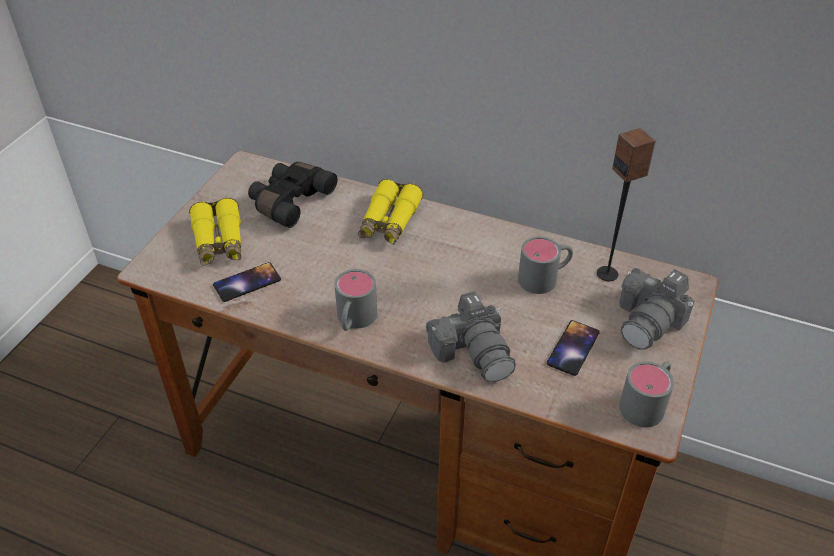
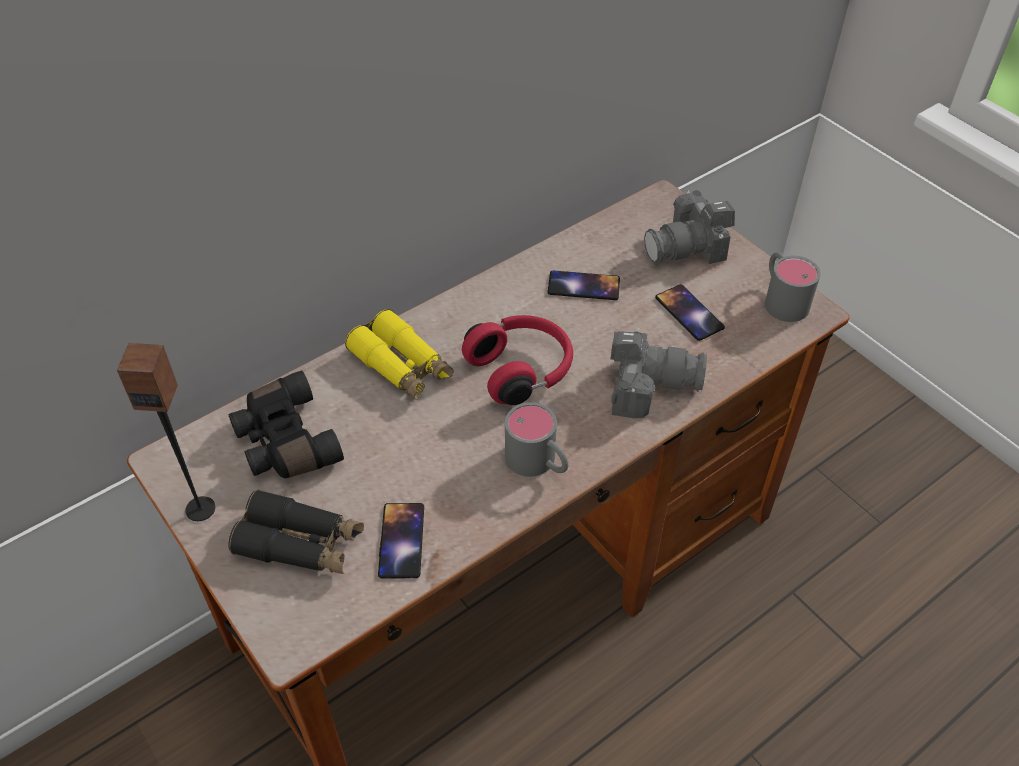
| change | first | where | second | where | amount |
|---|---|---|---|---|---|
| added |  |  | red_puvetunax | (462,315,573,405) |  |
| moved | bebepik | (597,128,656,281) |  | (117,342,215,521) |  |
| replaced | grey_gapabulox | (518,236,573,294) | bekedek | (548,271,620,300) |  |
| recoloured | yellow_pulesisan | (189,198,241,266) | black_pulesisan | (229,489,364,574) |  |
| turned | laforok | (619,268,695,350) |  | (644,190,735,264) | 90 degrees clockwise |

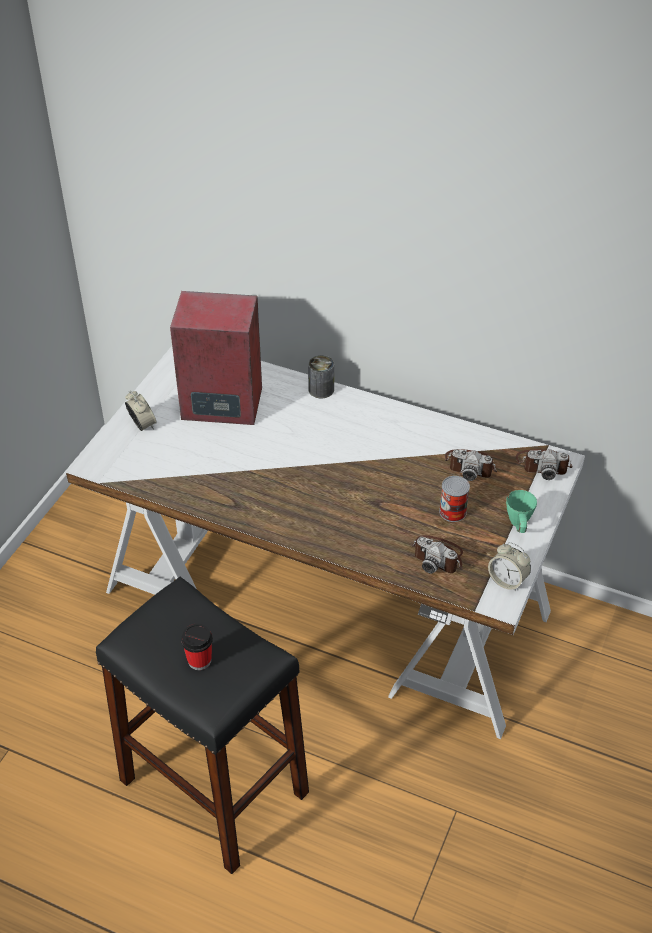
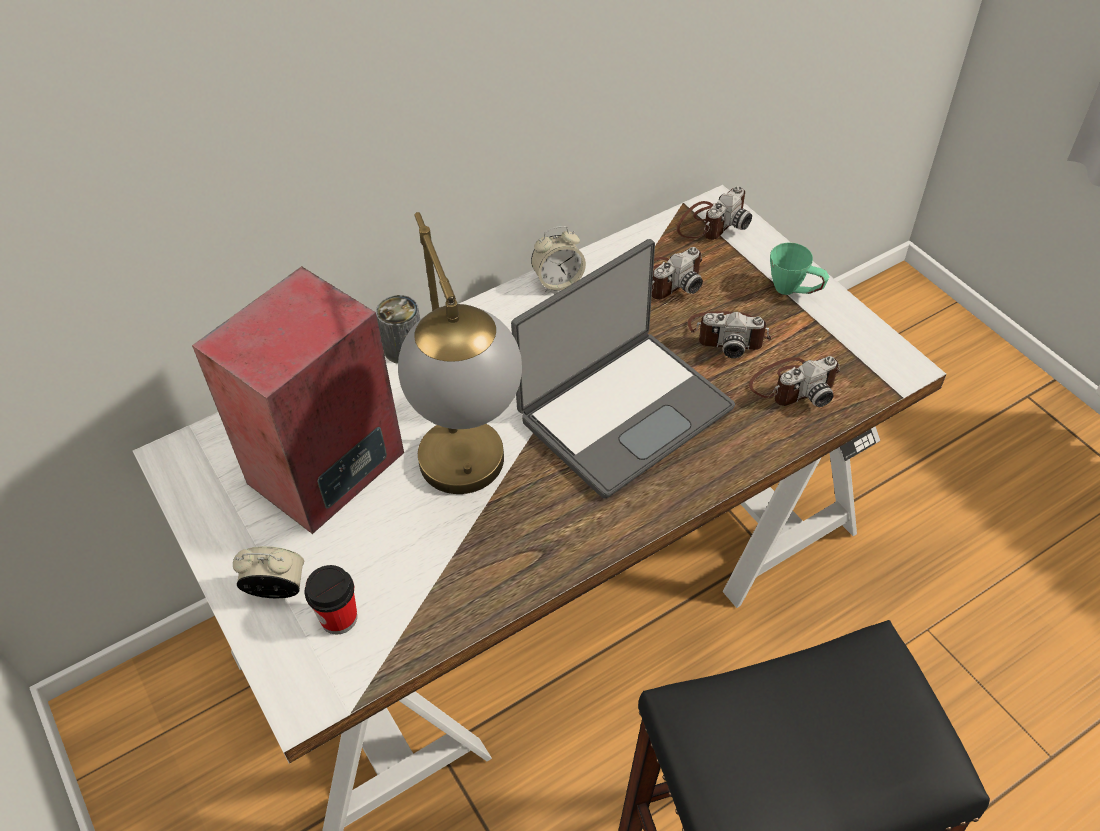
| change | first | where | second | where | amount |
|---|---|---|---|---|---|
| added |  |  | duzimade | (398,212,522,494) |  |
| added |  |  | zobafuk | (511,239,735,499) |  |
| moved | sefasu | (181,624,213,670) |  | (305,565,357,634) |  |
| moved | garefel | (488,542,531,592) |  | (531,226,586,292) |  |
| replaced | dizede | (439,476,470,522) | laforok | (688,311,771,358) |  |

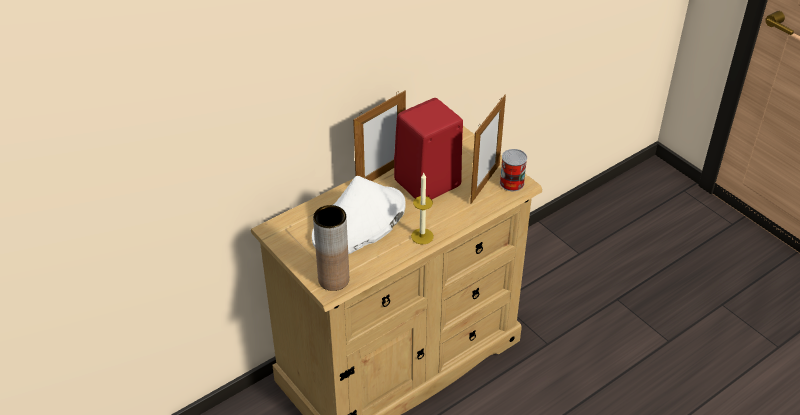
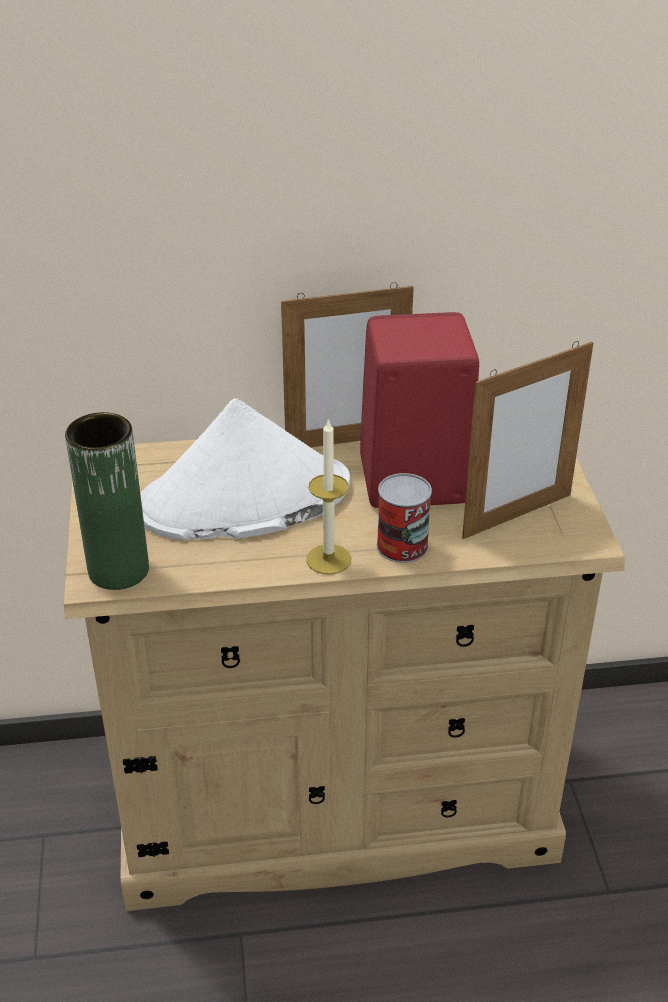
| change | first | where | second | where | amount |
|---|---|---|---|---|---|
| moved | dizede | (500,149,527,191) |  | (377,473,432,563) |  |
| recoloured | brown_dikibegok | (313,205,349,291) | green_dikibegok | (65,412,149,590) |  |

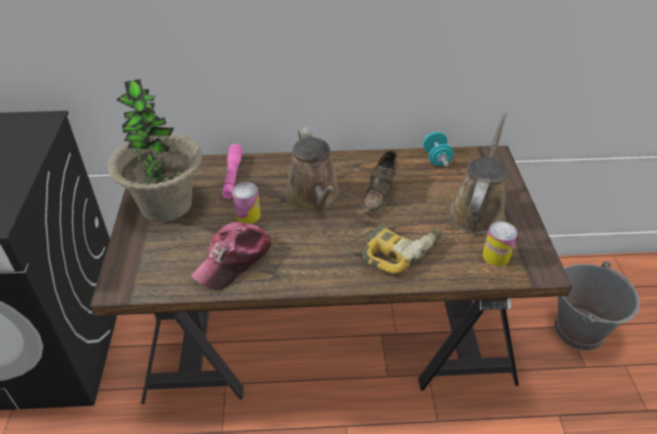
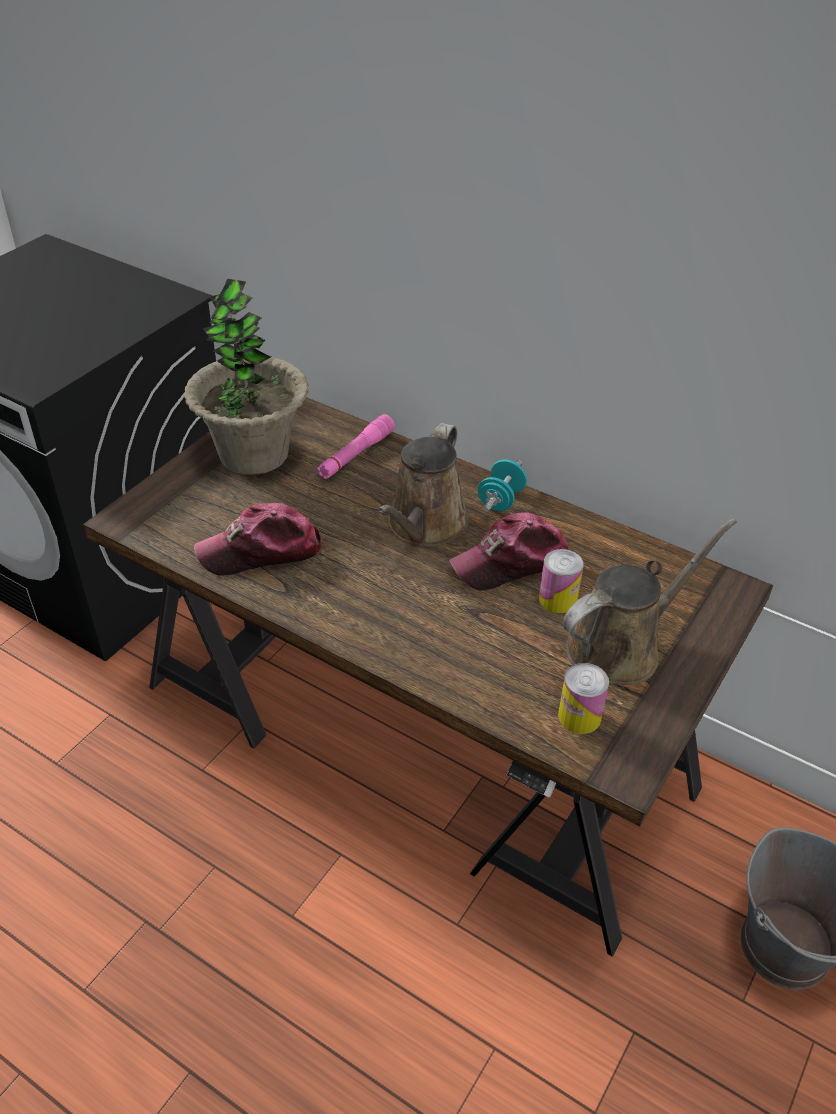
| change | first | where | second | where | amount |
|---|---|---|---|---|---|
| removed | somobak | (346,218,442,274) |  |  |  |
| moved | dizede | (232,182,261,224) |  | (539,549,584,613) |  |
| moved | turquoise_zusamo | (423,132,454,167) |  | (478,459,527,512) |  |
| replaced | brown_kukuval | (362,151,398,214) | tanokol | (449,513,569,590) |  |

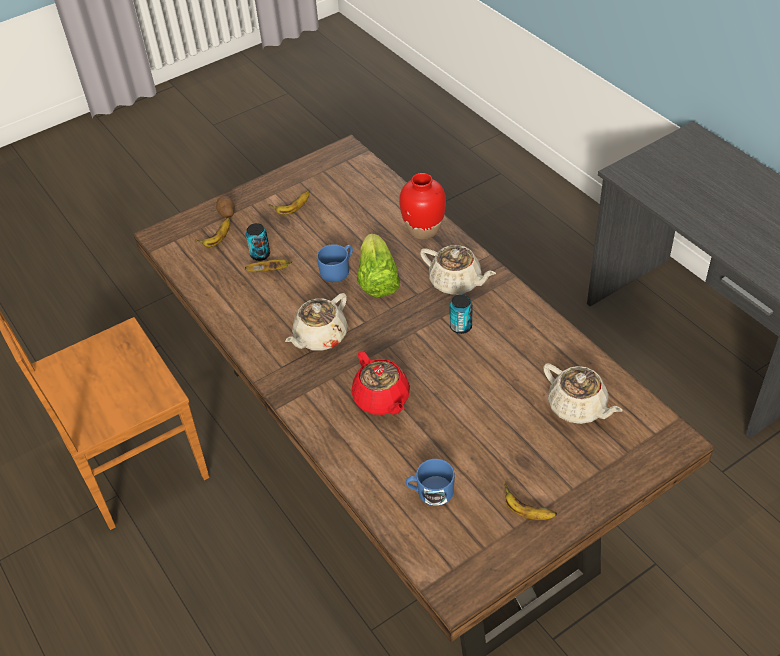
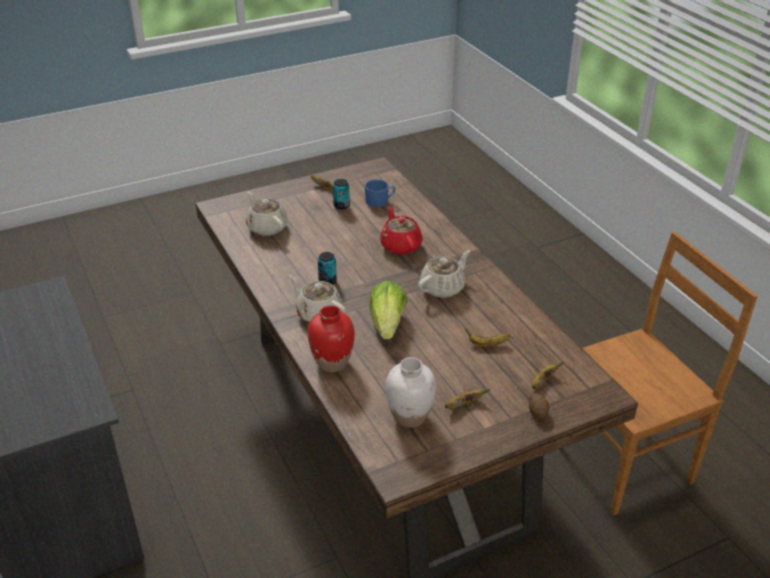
| change | first | where | second | where | amount |
|---|---|---|---|---|---|
| removed | blue_gapabulox | (317,244,353,282) |  |  |  |
| added |  |  | white_dikibegok | (386,357,436,428) |  |
| moved | dizede | (246,223,270,261) |  | (333,179,350,209) |  |

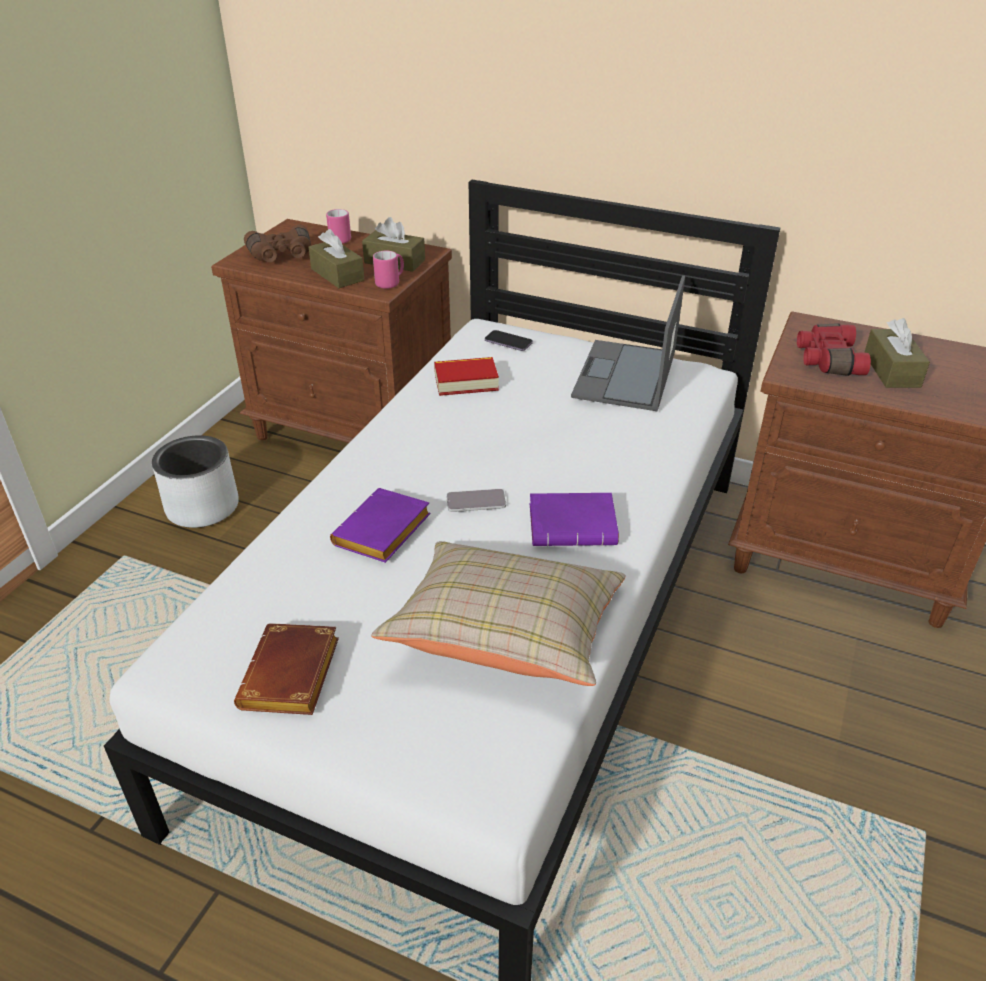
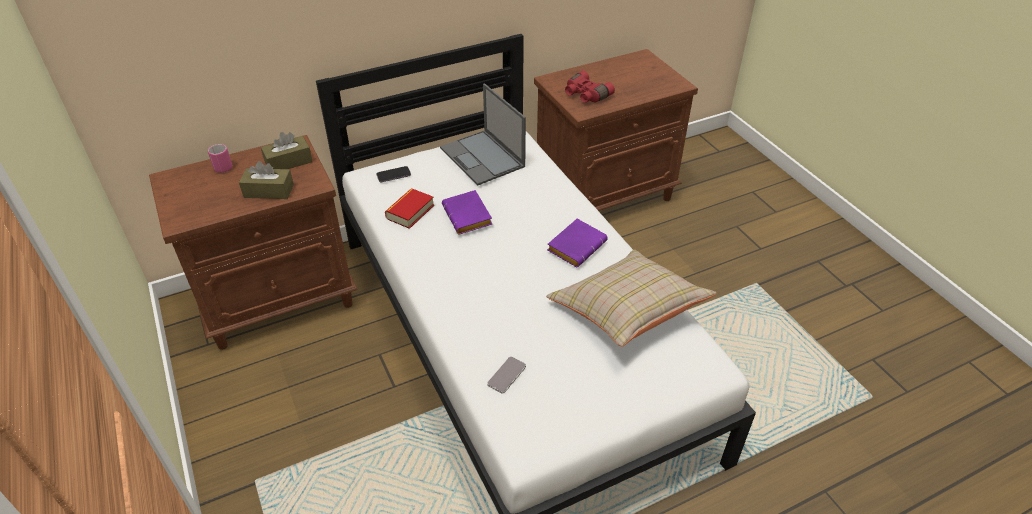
| change | first | where | second | where | amount |
|---|---|---|---|---|---|
| removed | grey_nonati | (152,435,239,528) |  |  |  |
| removed | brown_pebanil | (234,623,339,715) |  |  |  |
| removed | brown_pulesisan | (244,225,311,262) |  |  |  |
| removed | pink_gapabulox | (373,251,404,289) |  |  |  |
| removed | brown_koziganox | (864,318,930,388) |  |  |  |
| moved | purple_pebanil | (330,488,431,563) |  | (442,190,492,234) |  |
| moved | bekedek | (446,489,506,512) |  | (487,357,526,394) |  |

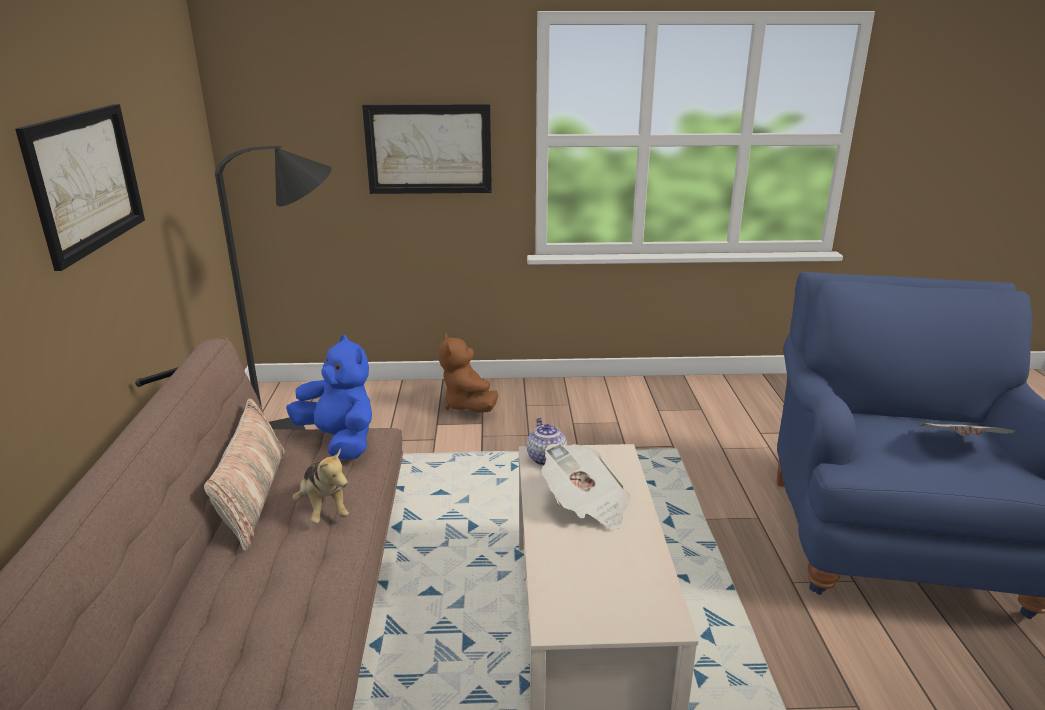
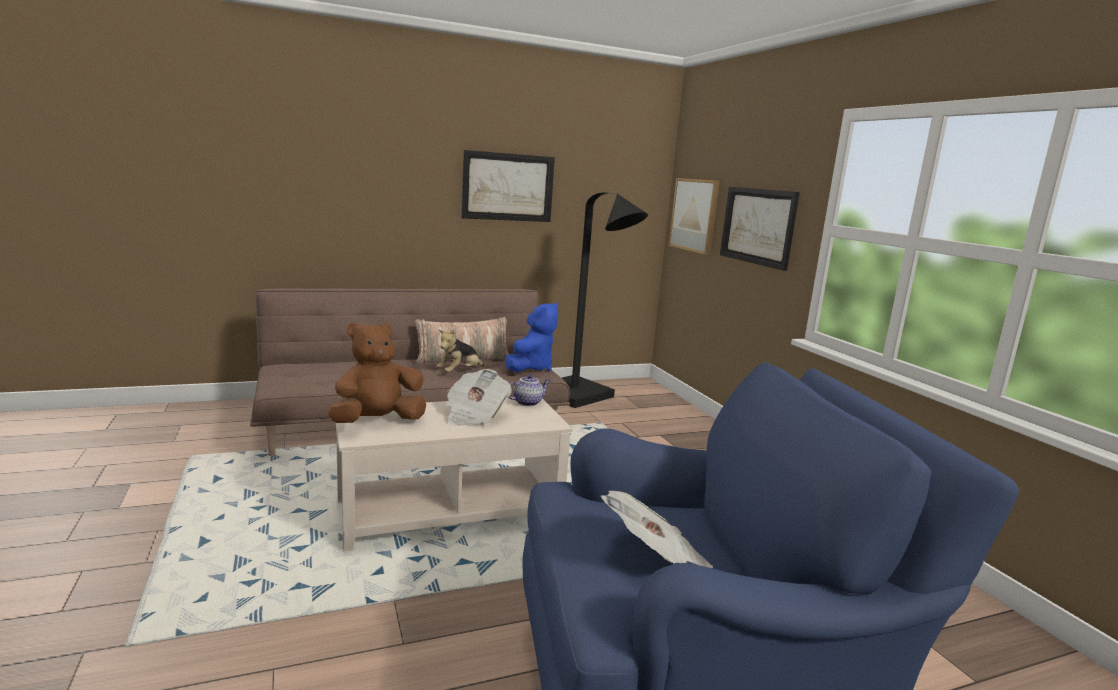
| change | first | where | second | where | amount |
|---|---|---|---|---|---|
| added |  |  | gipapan | (669,178,720,255) |  |
| moved | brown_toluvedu | (439,334,498,413) |  | (328,322,426,423) |  |

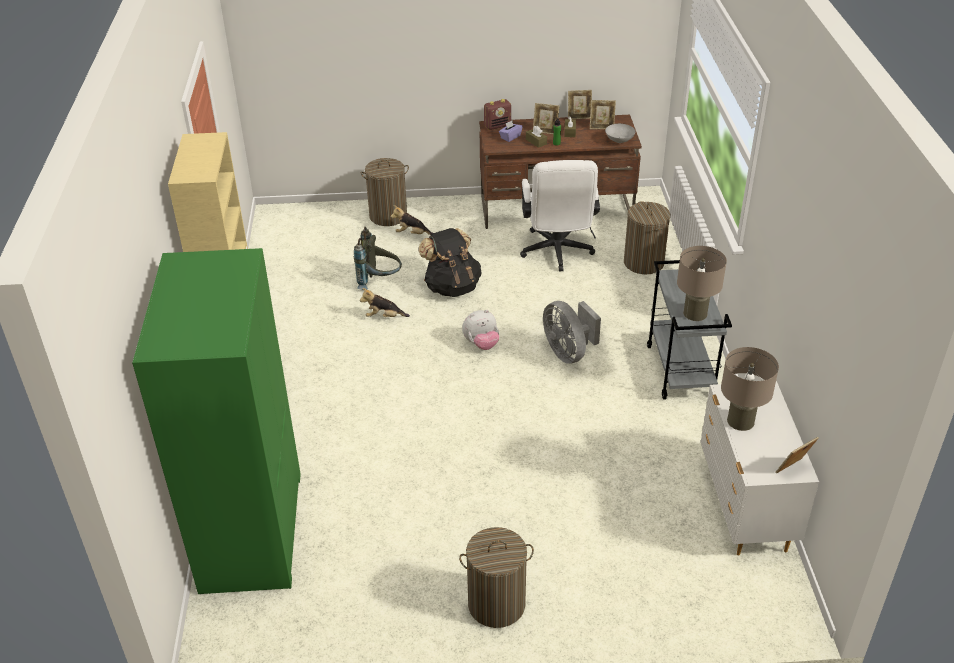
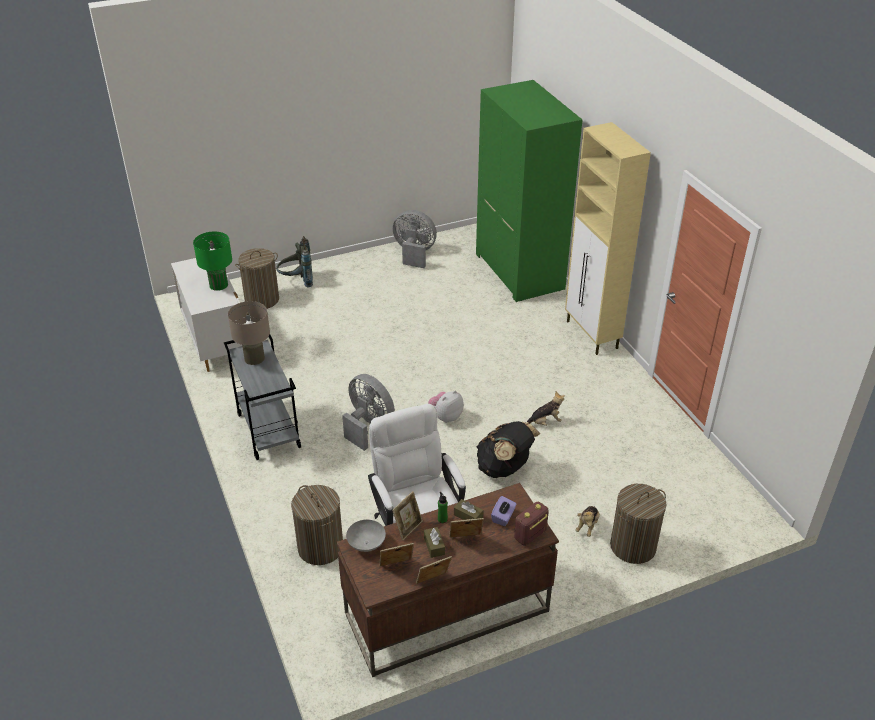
| change | first | where | second | where | amount |
|---|---|---|---|---|---|
| added |  |  | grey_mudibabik | (393,210,437,268) |  |
| moved | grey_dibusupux | (354,227,402,290) |  | (276,236,313,287) |  |
| moved | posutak | (459,527,534,628) |  | (235,248,279,309) |  |
| moved | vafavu | (775,437,819,473) |  | (392,491,423,540) |  |
| recoloured | beige_duzimade | (721,347,779,431) | green_duzimade | (193,232,232,291) |  |
| turned | toluvedu | (391,205,433,235) |  | (575,506,600,537) | 120 degrees clockwise |

